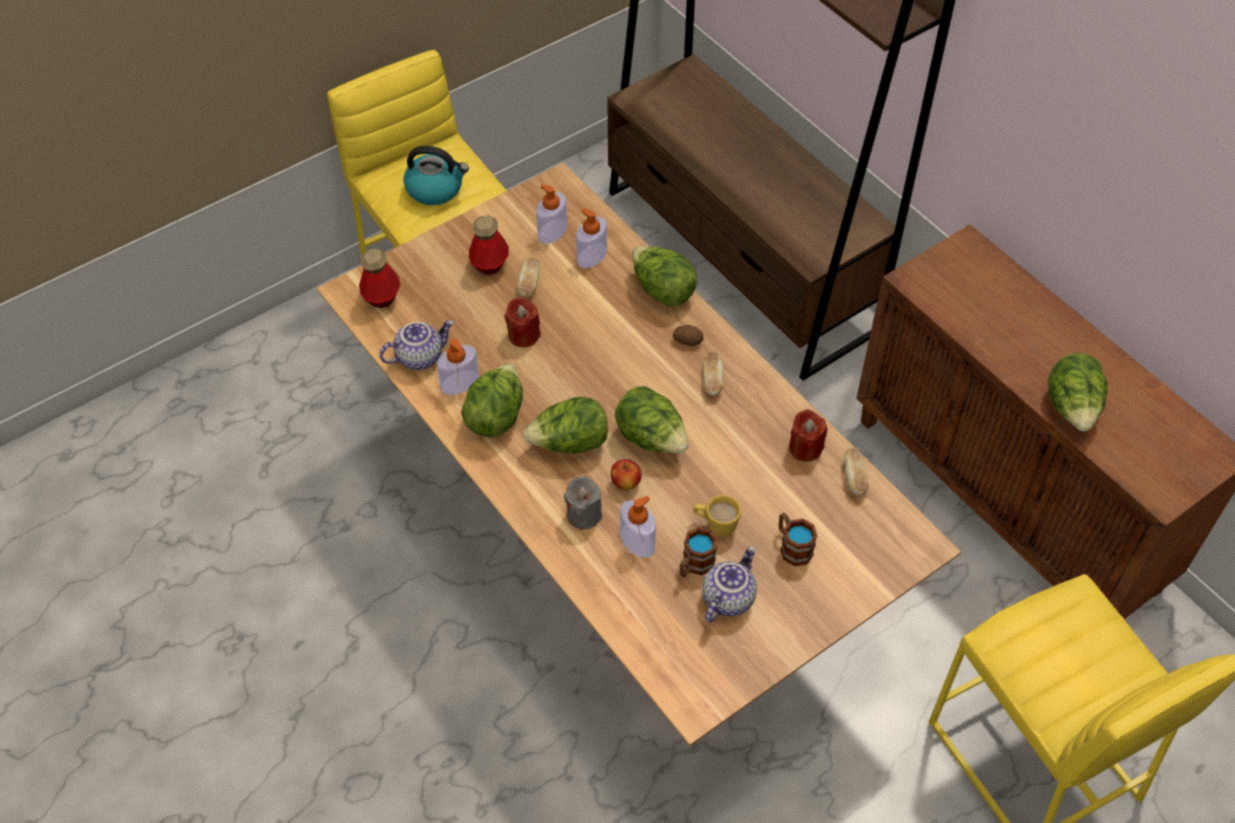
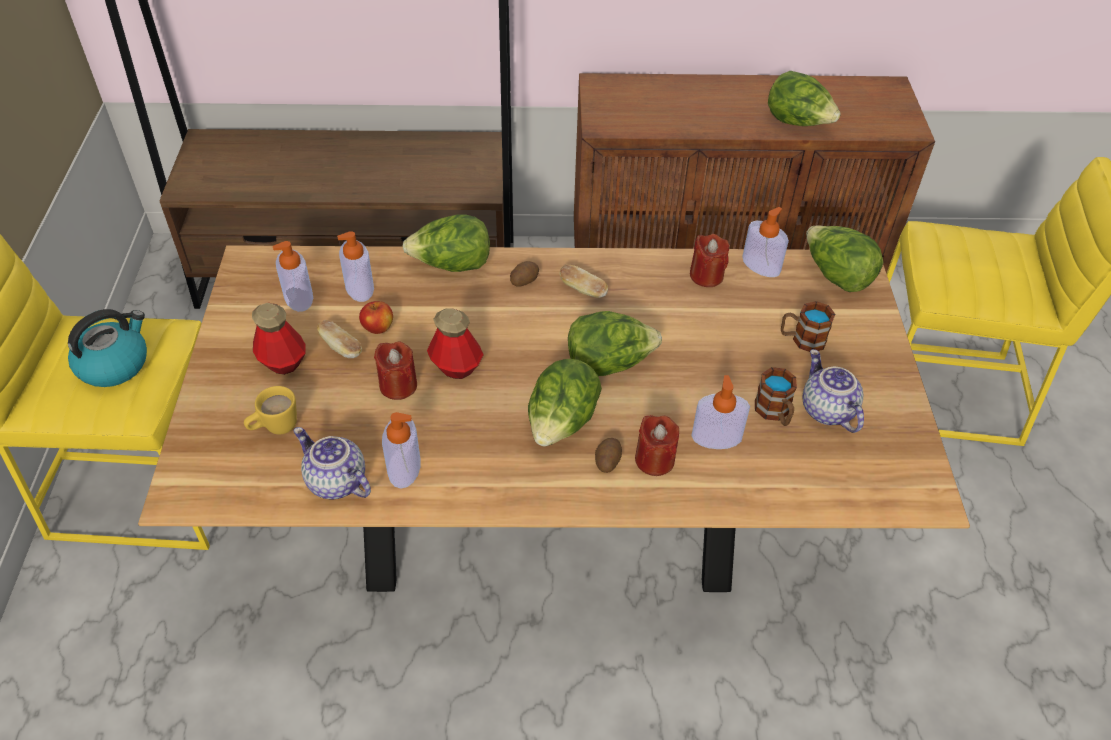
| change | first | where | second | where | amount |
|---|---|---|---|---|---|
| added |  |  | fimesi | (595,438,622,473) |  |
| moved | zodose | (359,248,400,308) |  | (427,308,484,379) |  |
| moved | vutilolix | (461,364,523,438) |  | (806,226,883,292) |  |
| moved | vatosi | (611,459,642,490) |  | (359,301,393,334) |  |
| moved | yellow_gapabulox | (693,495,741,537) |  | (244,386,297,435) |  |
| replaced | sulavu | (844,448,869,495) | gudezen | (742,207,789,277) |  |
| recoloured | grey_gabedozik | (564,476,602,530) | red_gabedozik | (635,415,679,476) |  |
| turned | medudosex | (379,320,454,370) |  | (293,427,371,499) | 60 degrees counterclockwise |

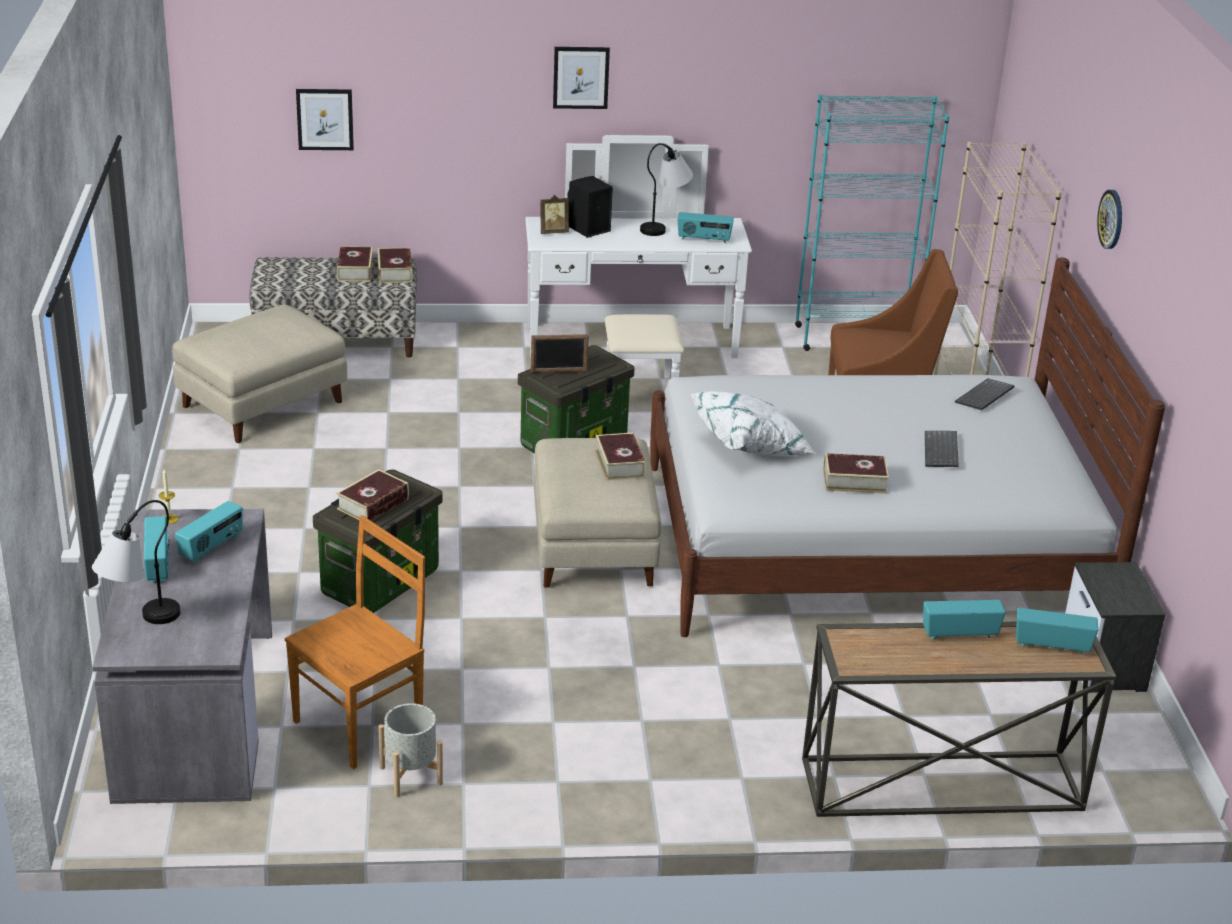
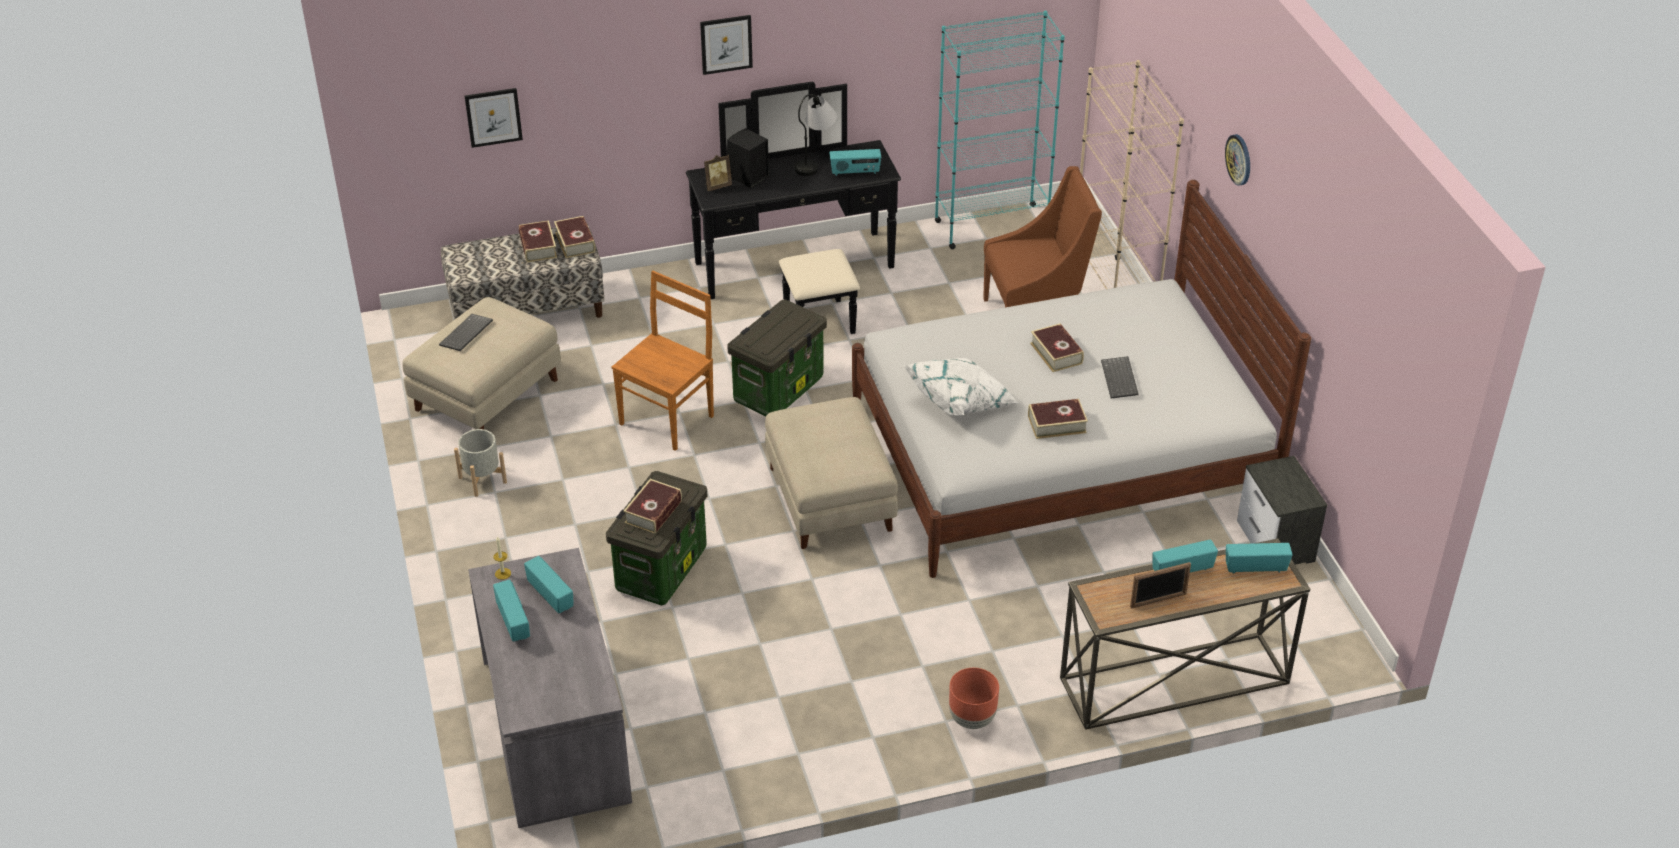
| change | first | where | second | where | amount |
|---|---|---|---|---|---|
| removed | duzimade | (92,500,180,624) |  |  |  |
| added |  |  | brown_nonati | (949,668,999,729) |  |
| moved | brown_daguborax | (285,515,425,769) |  | (611,271,714,451) |  |
| moved | grey_nonati | (378,703,443,797) |  | (454,429,507,497) |  |
| moved | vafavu | (531,334,589,373) |  | (1130,562,1191,609) |  |
| moved | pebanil | (595,433,646,480) |  | (1030,323,1084,372) |  |
| moved | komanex | (955,378,1015,410) |  | (439,314,493,351) |  |
| recoloured | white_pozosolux | (525,135,752,378) | black_pozosolux | (686,82,901,334) |  |
| turned | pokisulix | (175,501,243,563) |  | (524,556,574,613) | 60 degrees counterclockwise |

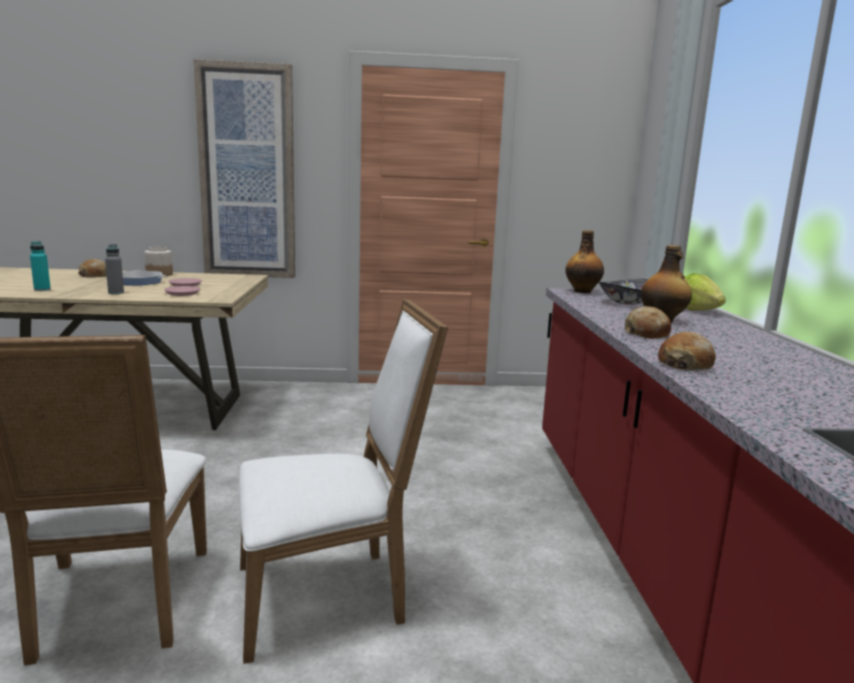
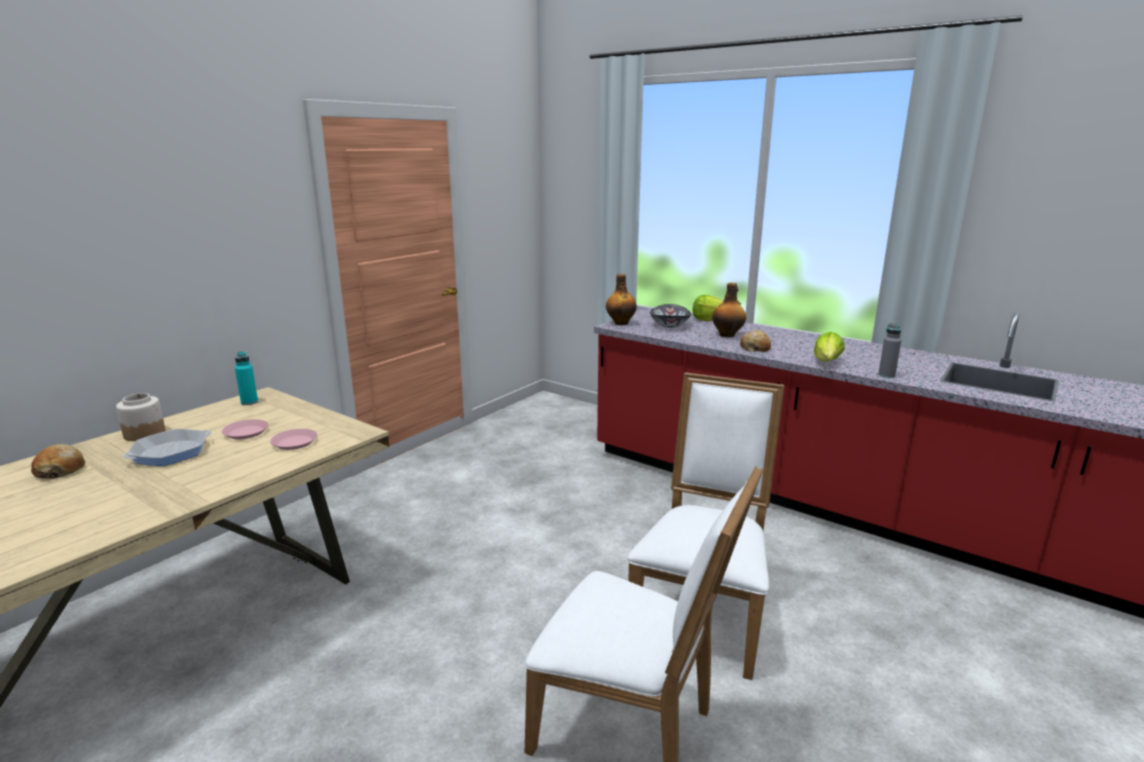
| change | first | where | second | where | amount |
|---|---|---|---|---|---|
| removed | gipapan | (194,59,295,278) |  |  |  |
| moved | turquoise_zodose | (30,241,51,291) |  | (235,351,258,405) |  |
| moved | grey_zodose | (105,244,124,294) |  | (878,323,901,378) |  |
| replaced | sulavu | (658,332,716,371) | vutilolix | (814,332,845,362) |  |

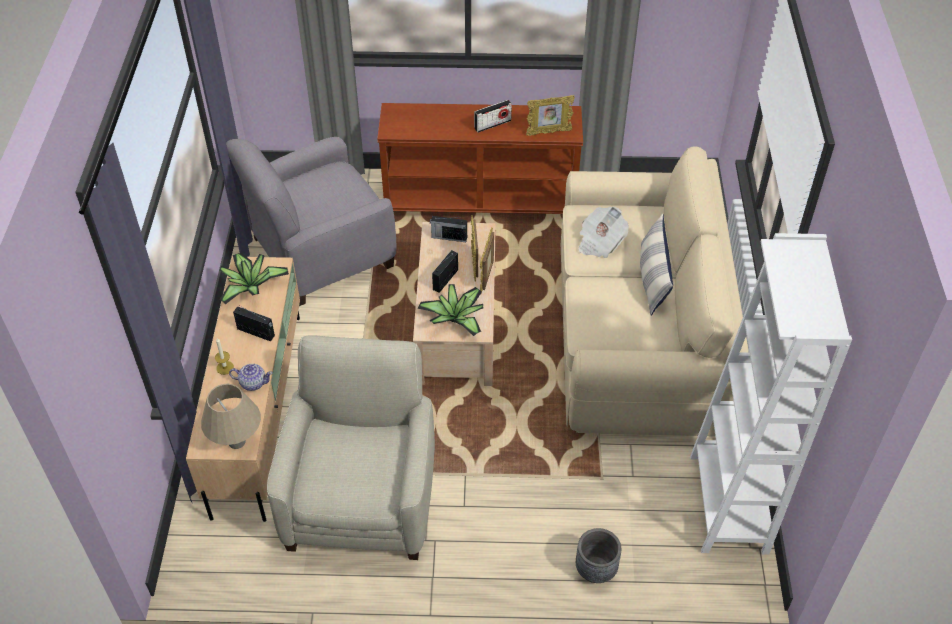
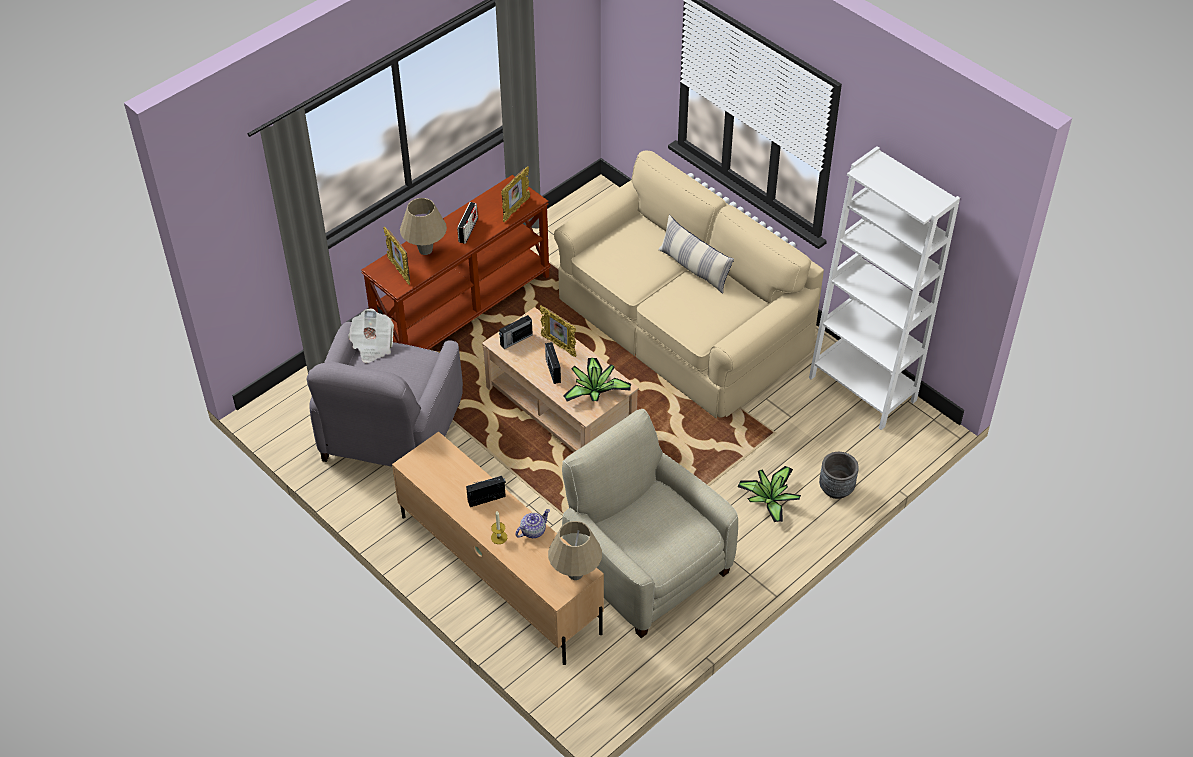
| change | first | where | second | where | amount |
|---|---|---|---|---|---|
| added |  |  | beige_duzimade | (400,198,447,255) |  |
| moved | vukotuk | (219,253,289,305) |  | (738,466,801,522) |  |
| moved | vafavu | (480,227,494,291) |  | (384,226,410,285) |  |
| moved | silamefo | (578,207,629,258) |  | (348,309,394,363) |  |

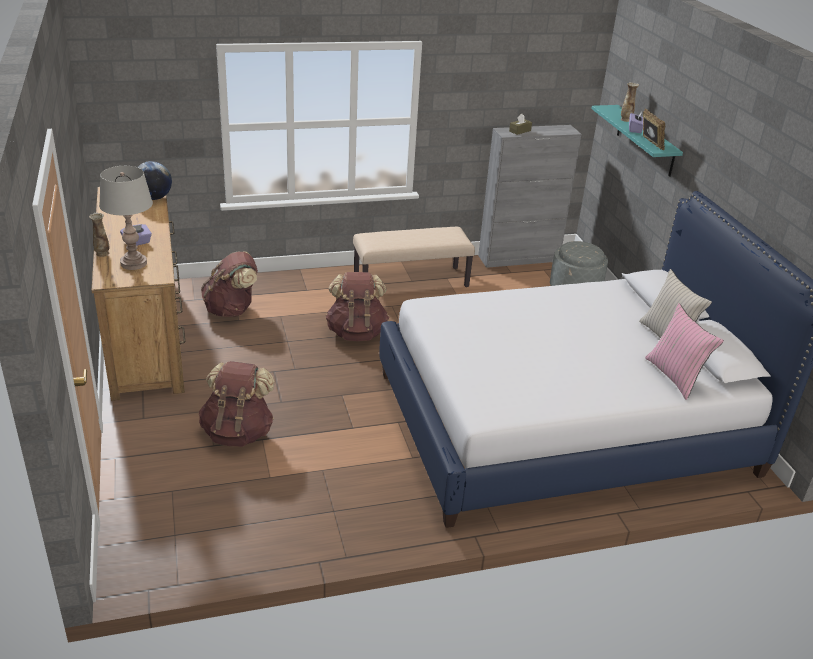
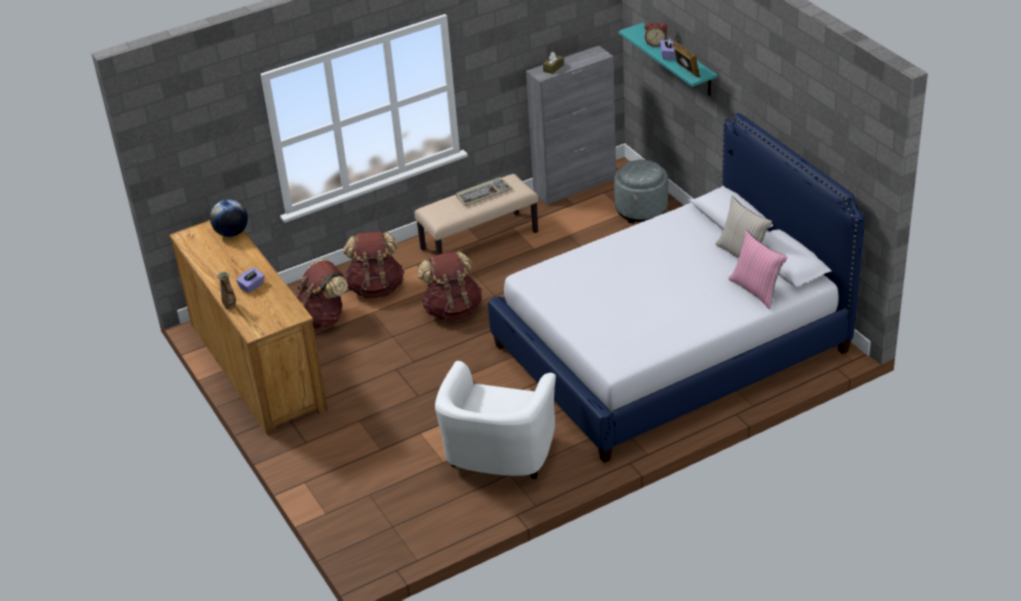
| change | first | where | second | where | amount |
|---|---|---|---|---|---|
| removed | grey_duzimade | (99,166,153,270) |  |  |  |
| added |  |  | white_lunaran | (435,361,556,479) |  |
| added |  |  | komanex | (456,177,512,206) |  |
| moved | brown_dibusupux | (199,361,275,447) |  | (343,231,404,299) |  |
| replaced | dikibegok | (621,82,639,122) | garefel | (644,23,667,47) |  |

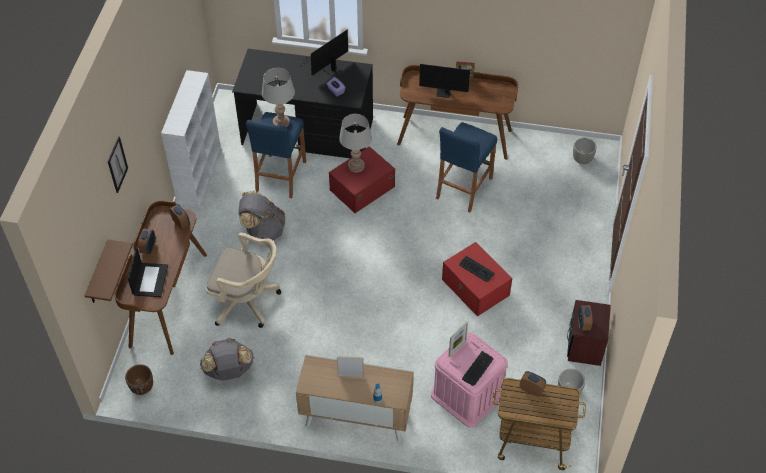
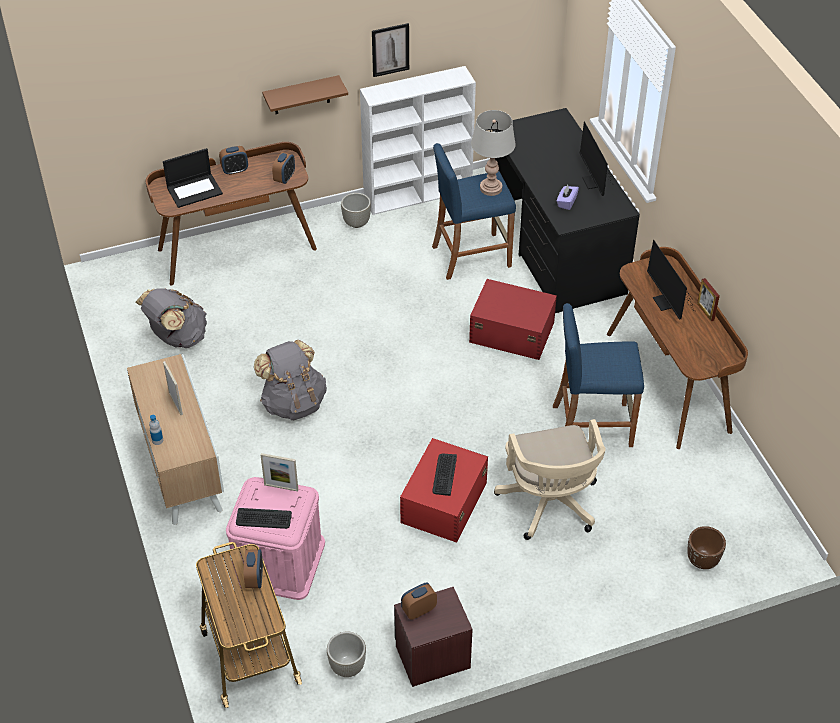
| change | first | where | second | where | amount |
|---|---|---|---|---|---|
| removed | grey_duzimade | (339,114,372,173) |  |  |  |
| moved | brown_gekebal | (84,239,133,303) |  | (262,75,348,114) |  |
| moved | gipapan | (108,136,128,193) |  | (372,23,409,77) |  |
| moved | brown_nonati | (125,364,153,395) |  | (687,526,726,569) |  |
| moved | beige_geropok | (206,233,281,328) |  | (494,419,606,540) |  |
| moved | grey_dibusupux | (238,191,285,240) |  | (254,340,327,420) |  |
| moved | grey_nonati | (573,138,597,164) |  | (341,193,371,228) |  |
| turned | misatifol | (304,29,348,76) |  | (579,121,614,196) | 120 degrees counterclockwise |

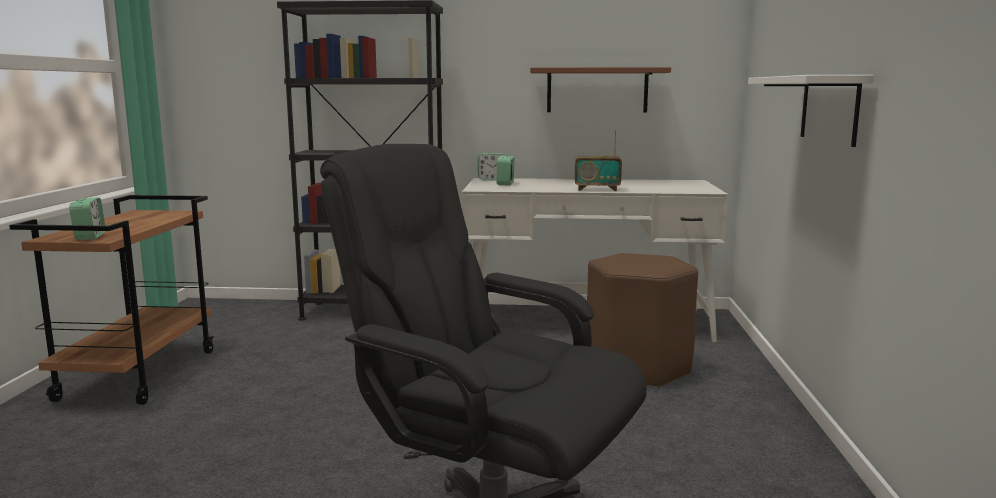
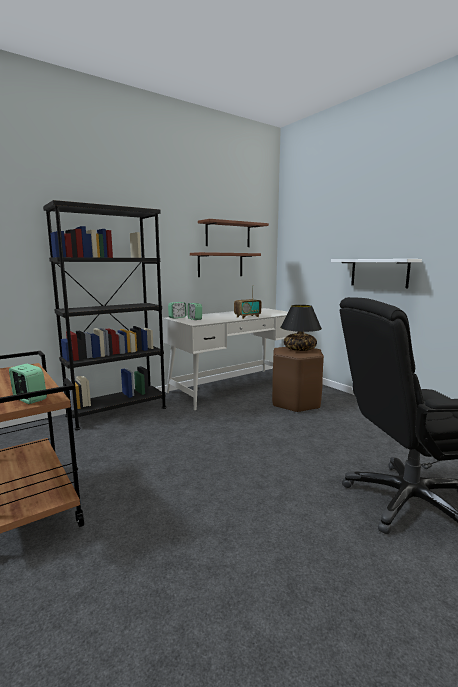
| change | first | where | second | where | amount |
|---|---|---|---|---|---|
| added |  |  | brown_gekebal | (198,219,269,247) |  |
| added |  |  | black_duzimade | (280,305,322,351) |  |

